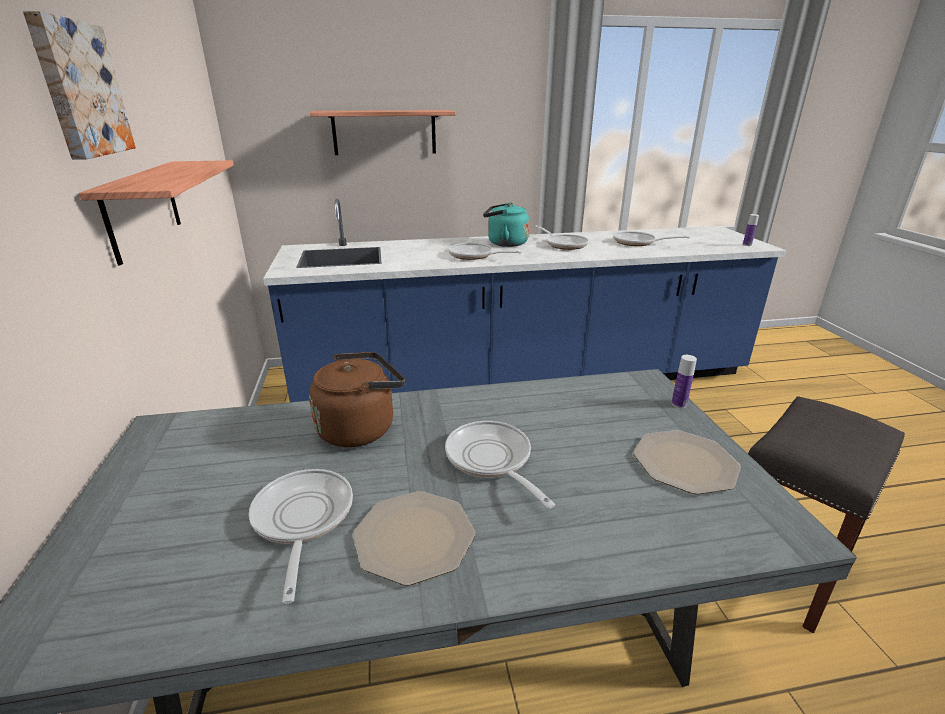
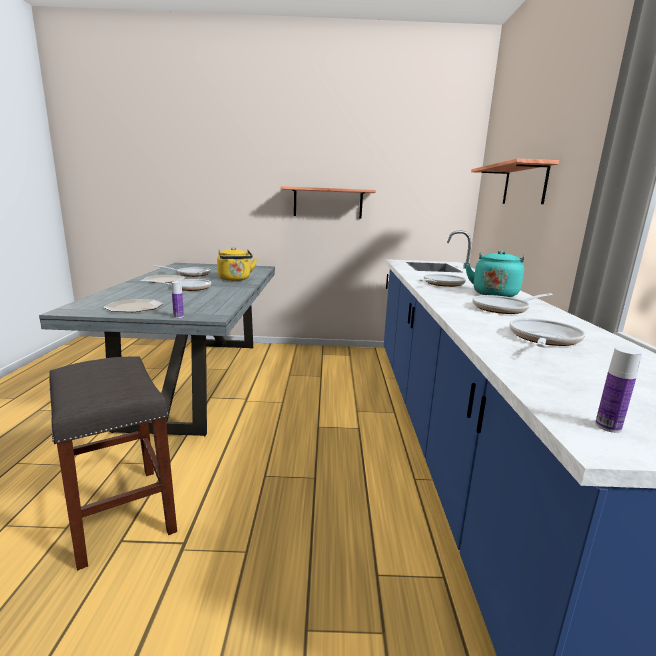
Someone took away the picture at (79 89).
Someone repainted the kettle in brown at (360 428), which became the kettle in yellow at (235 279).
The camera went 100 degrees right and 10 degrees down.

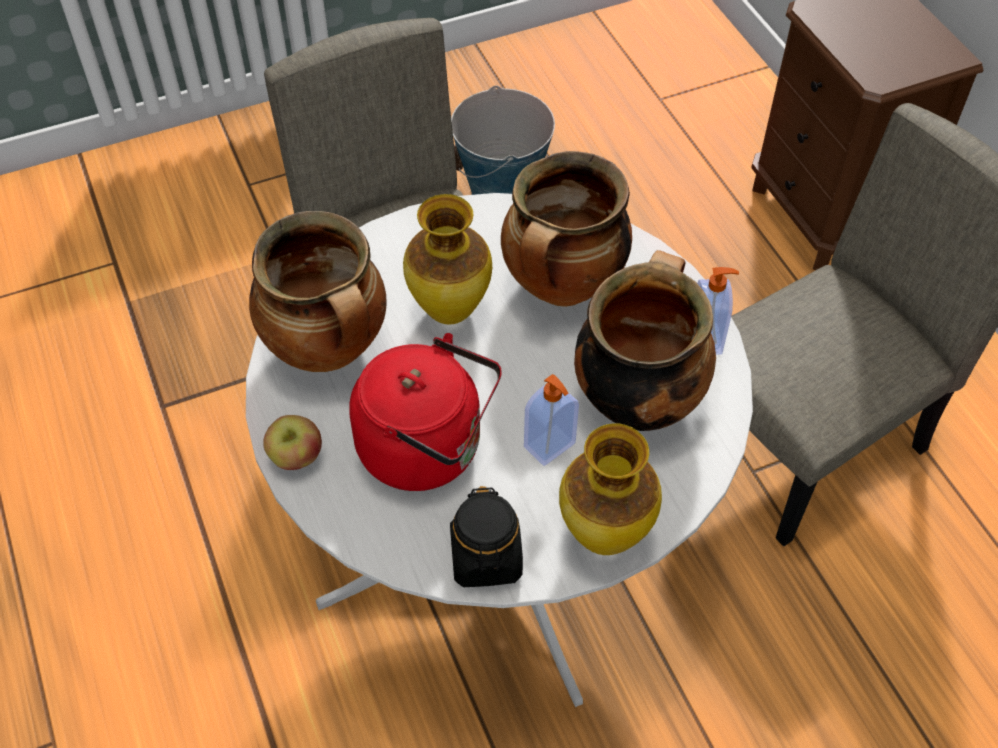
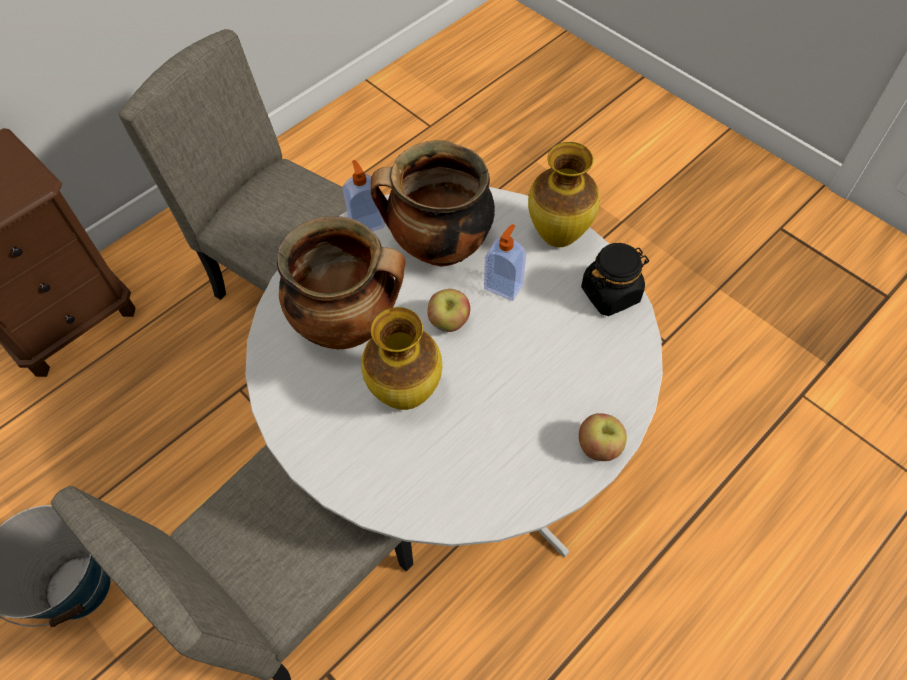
Someone took away the cooking pot at (329 349).
Someone took away the kettle in red at (428 449).
Someone put down the apple at (449 322).
The camera went 110 degrees left and 5 degrees up.

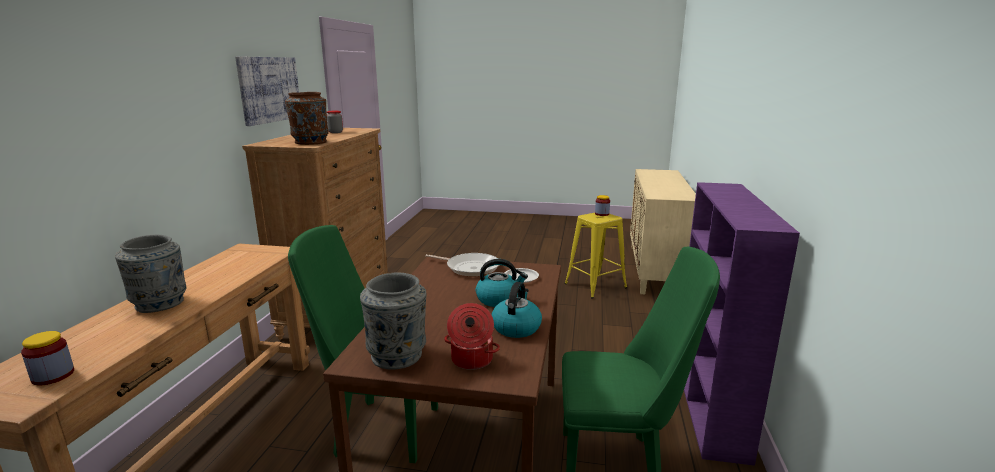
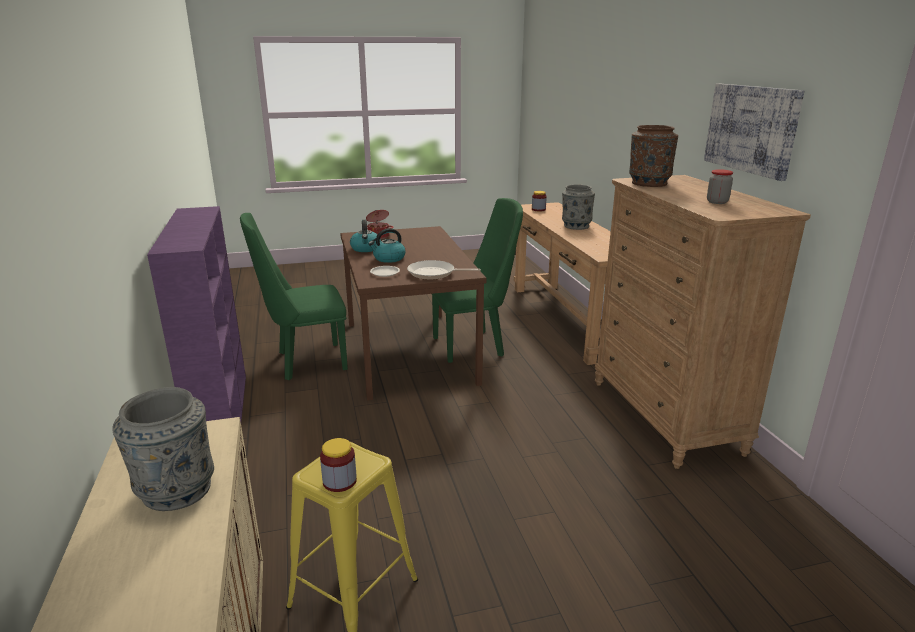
Someone carried the vase in grey from (397 355) to (176 491).
The camera went 155 degrees right and 5 degrees up.

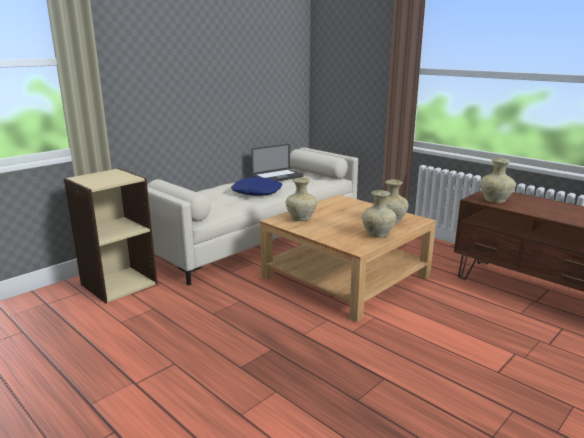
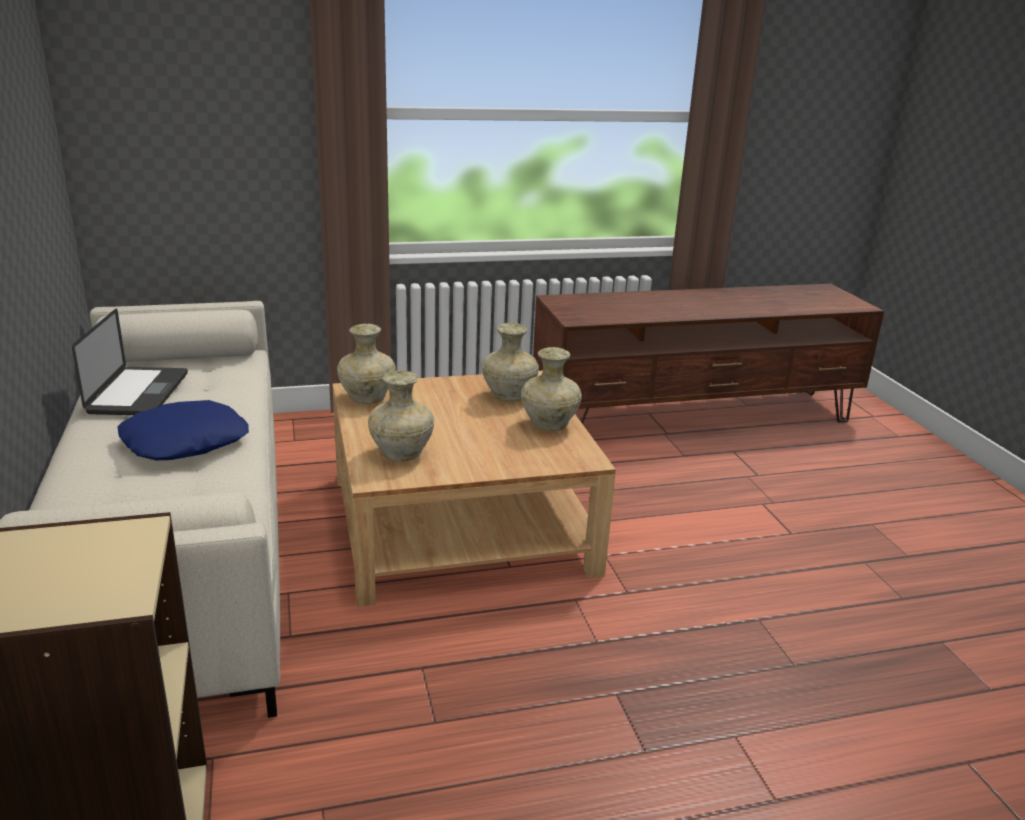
Someone carried the vase in beige from (495 201) to (367 398).
The camera went 60 degrees left and 5 degrees up.

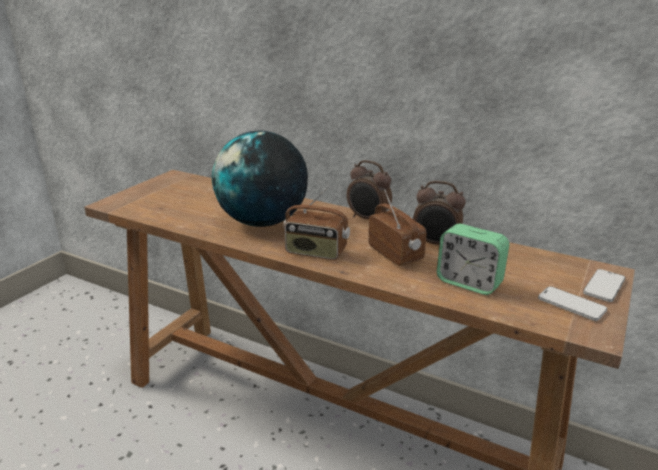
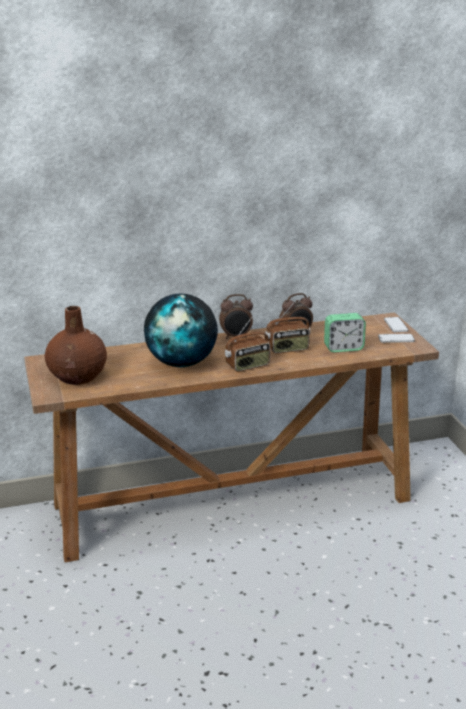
Someone rotated the radio at (396 254) by 150 degrees clockwise.
Someone put down the vase in brown at (78 376).
The camera went 45 degrees left and 0 degrees up.

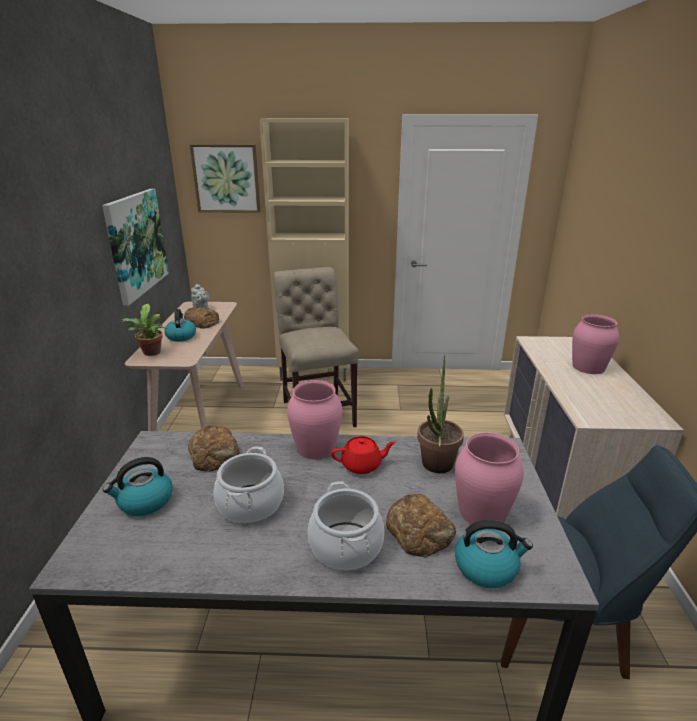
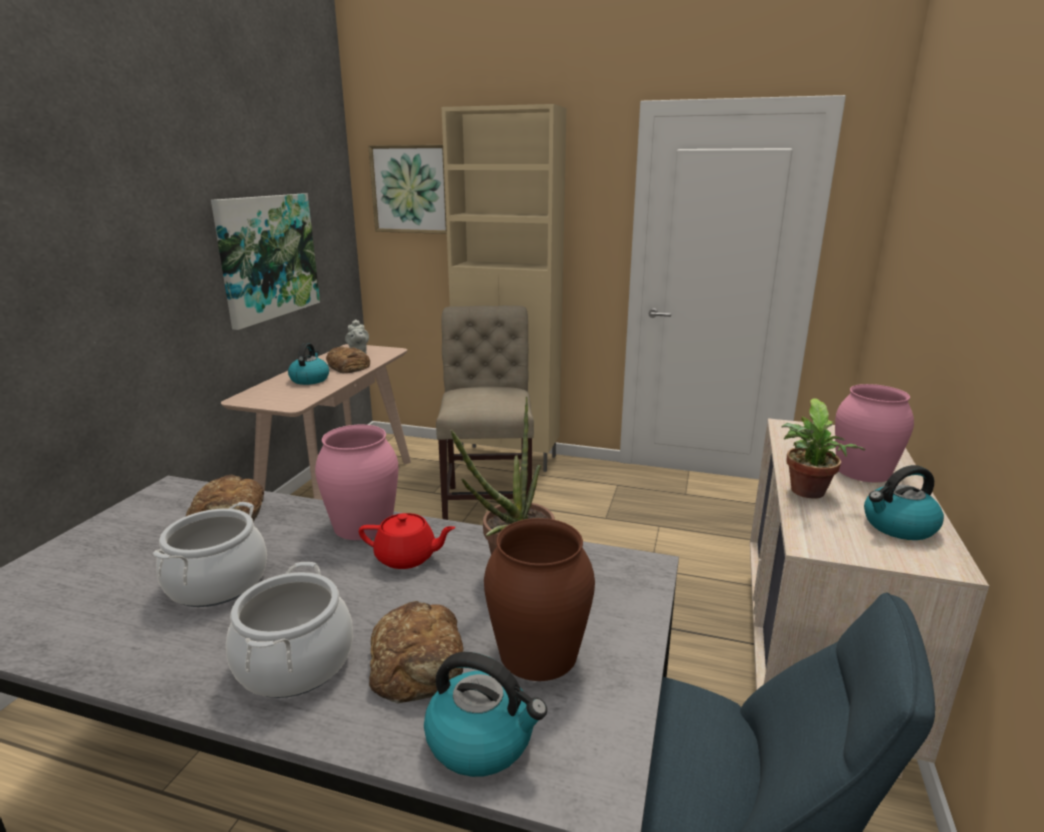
Someone carried the potted plant from (151 353) to (808 493).
Someone repainted the vase in pink at (482 510), which became the vase in brown at (538 651).
Someone carried the kettle from (145 502) to (898 526).
The camera went 15 degrees right and 5 degrees down.

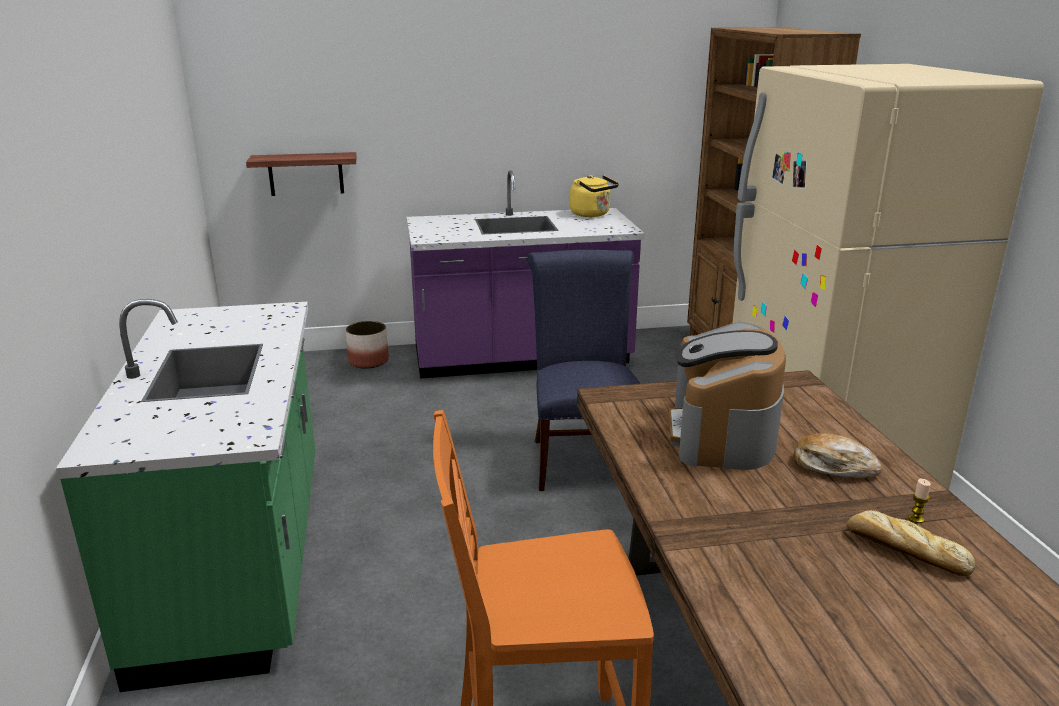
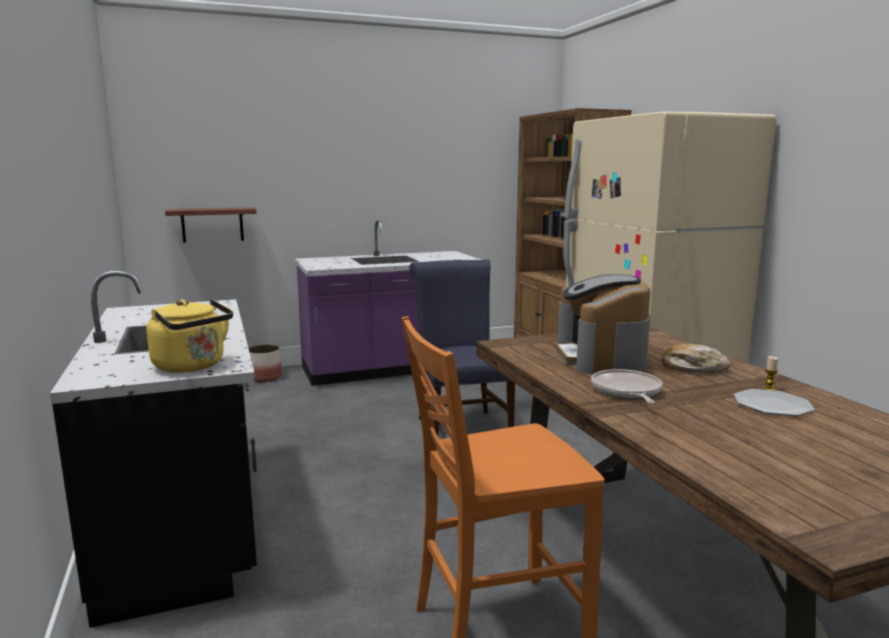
Someone carried the kettle in yellow from (592 214) to (192 366).
Someone repainted the counter in green at (241 560), which became the counter in black at (186 518).
Someone swapped the bread at (904 550) for the plate at (772 405).
Someone put down the frying pan at (626 391).
The camera went 10 degrees left and 10 degrees down.

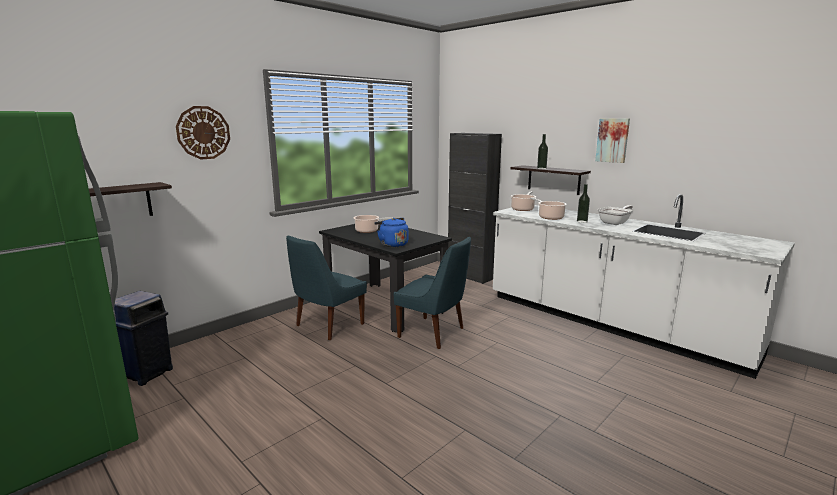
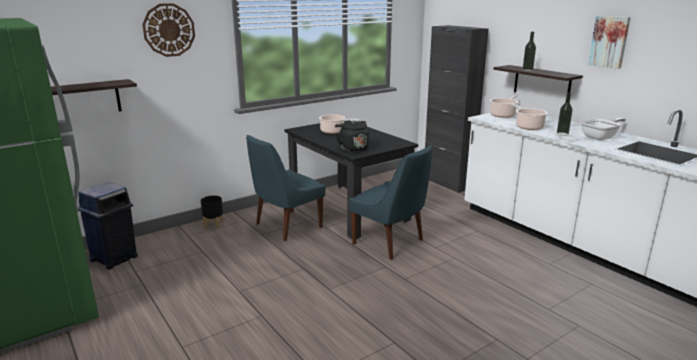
Someone repainted the kettle in blue at (392 244), which became the kettle in black at (352 148).
Someone put down the planter in black at (214 224).
The camera went 10 degrees right and 5 degrees up.

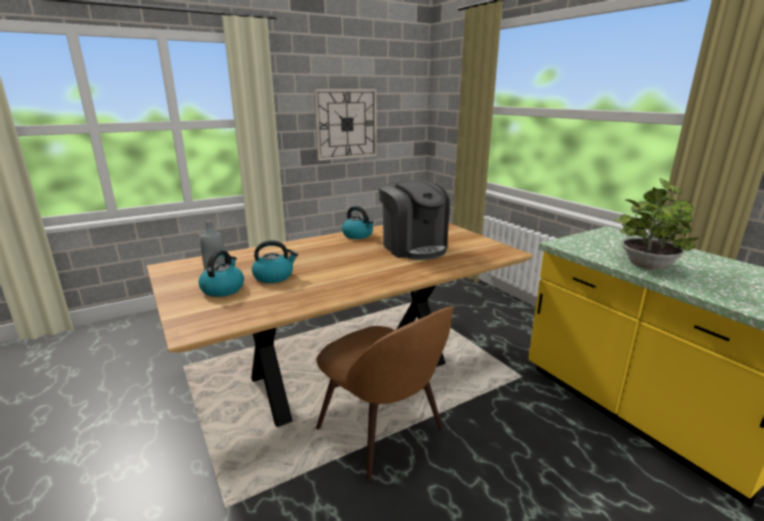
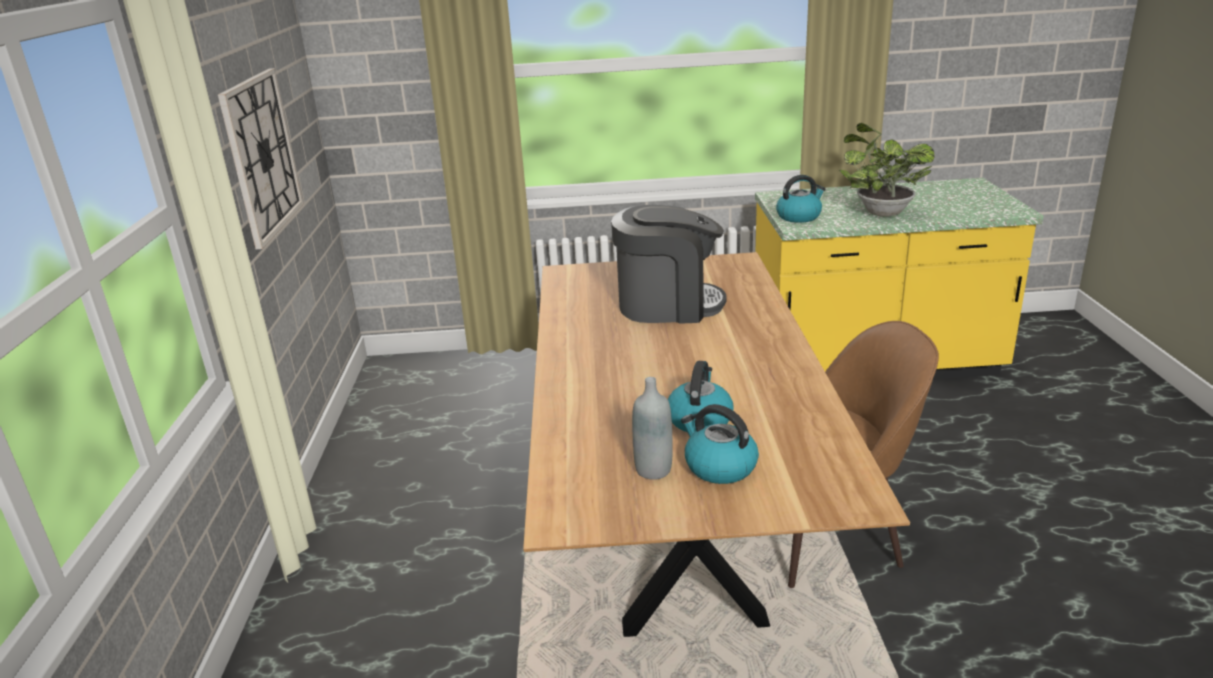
Someone carried the kettle from (358 235) to (799 216).
The camera went 60 degrees left and 5 degrees up.

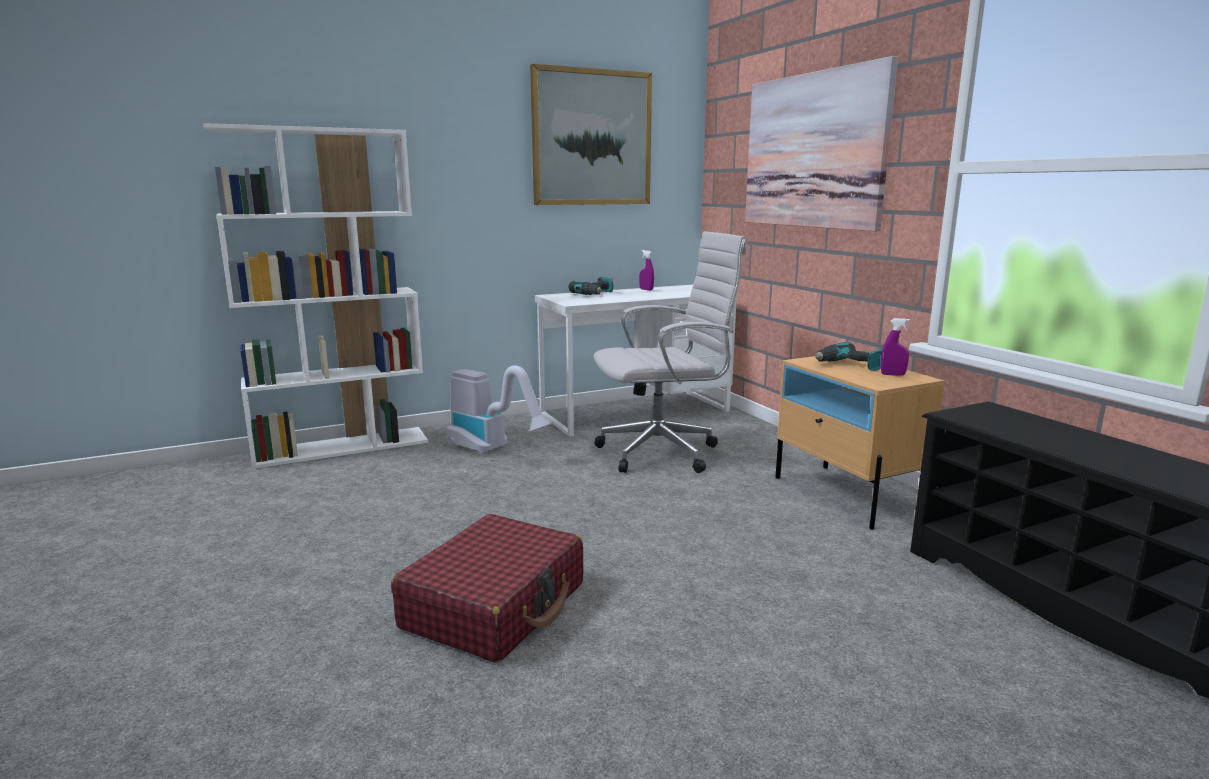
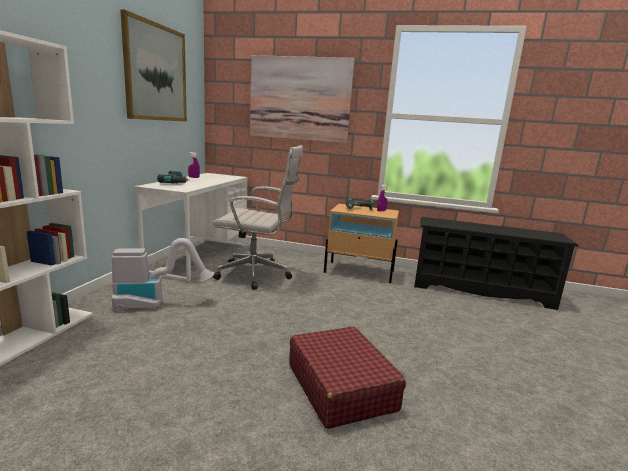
Someone rotated the office chair in white at (664 452) by 75 degrees clockwise.
The camera went 50 degrees left and 0 degrees up.

